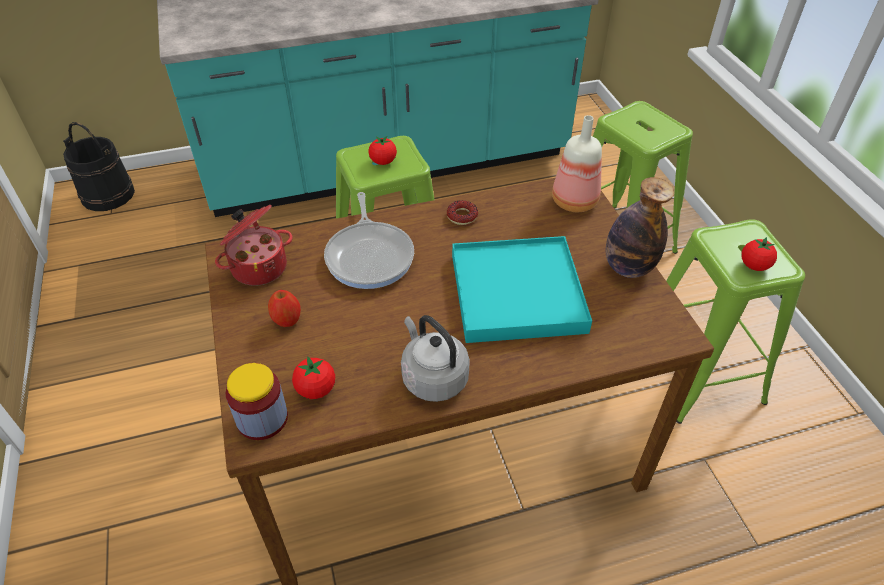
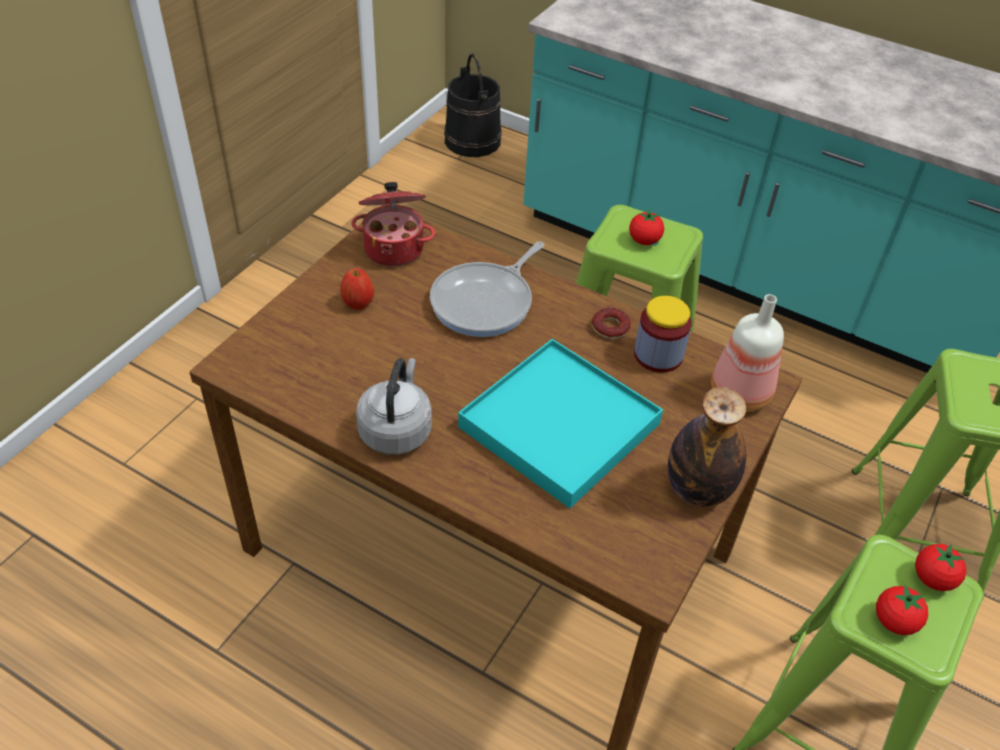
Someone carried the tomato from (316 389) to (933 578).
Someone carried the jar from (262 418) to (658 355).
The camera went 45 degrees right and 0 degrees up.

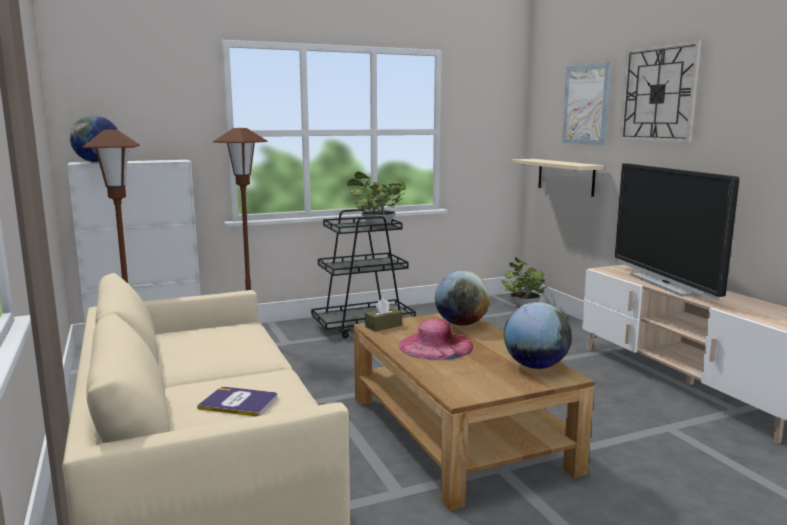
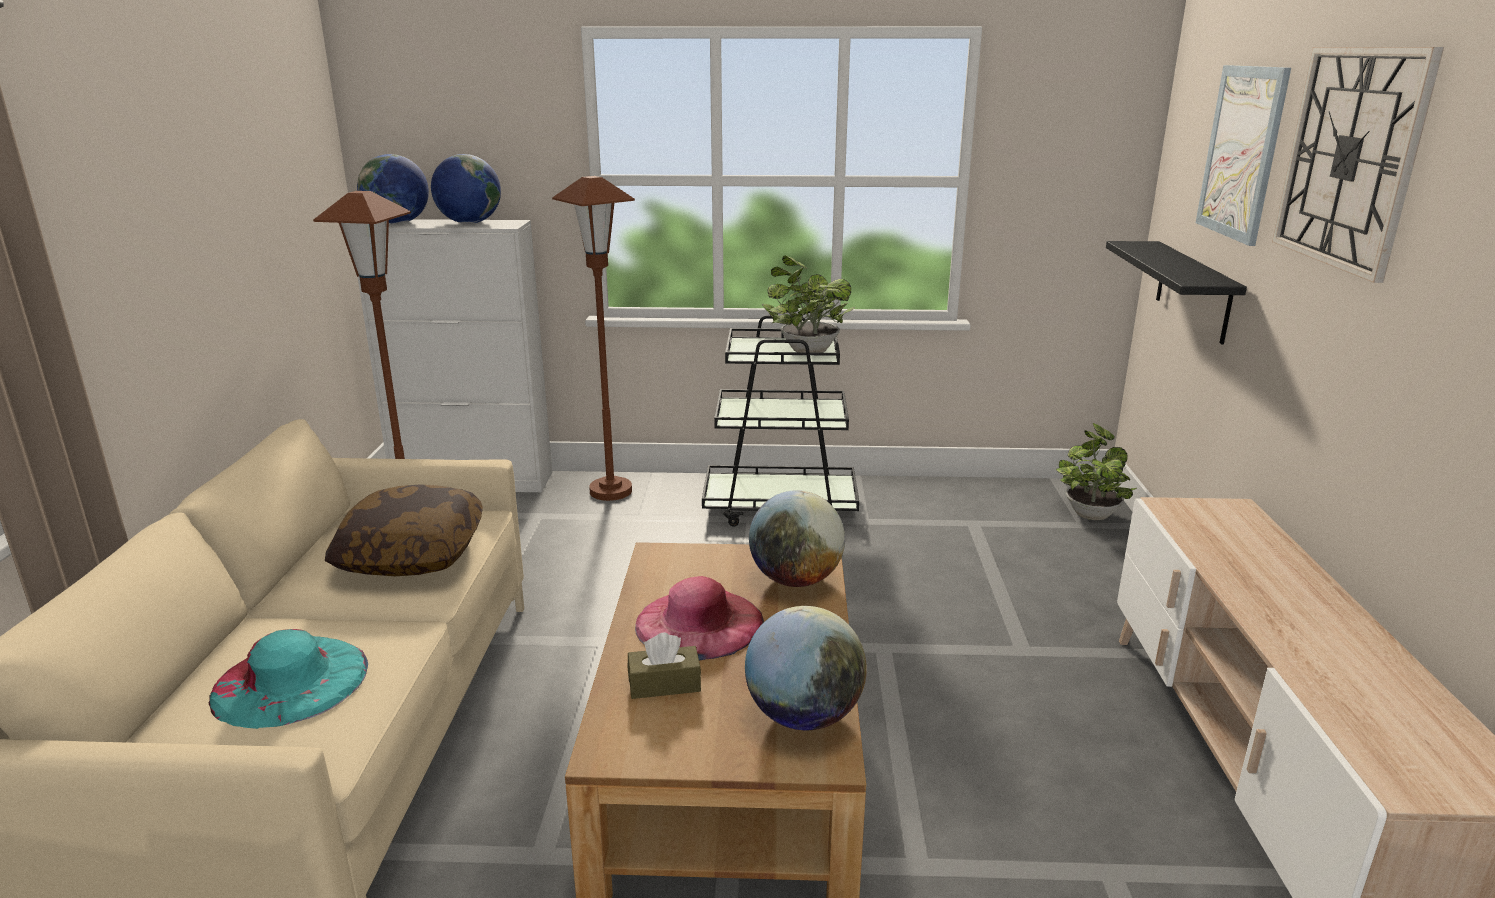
Someone repainted the shelf in beige at (565 176), which became the shelf in black at (1193 291).
Someone took away the television at (666 284).
Someone carried the tissue box in brown from (383 326) to (664 684).
Someone swapped the book at (239 403) for the hat in turquoise at (290 680).
Someone put down the globe at (469 223).
Someone put down the pillow at (411 554).
The camera went 25 degrees right and 10 degrees up.

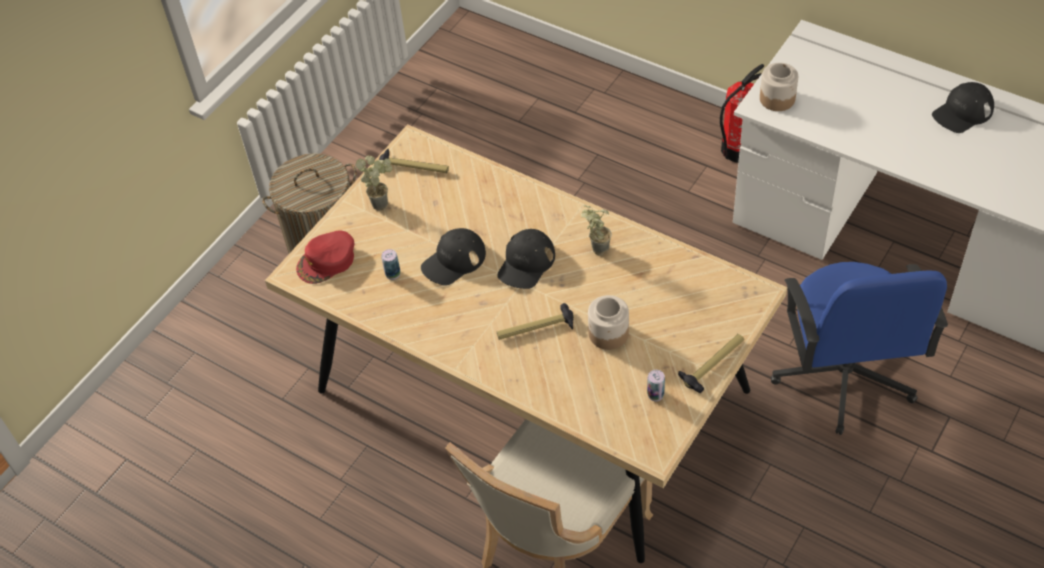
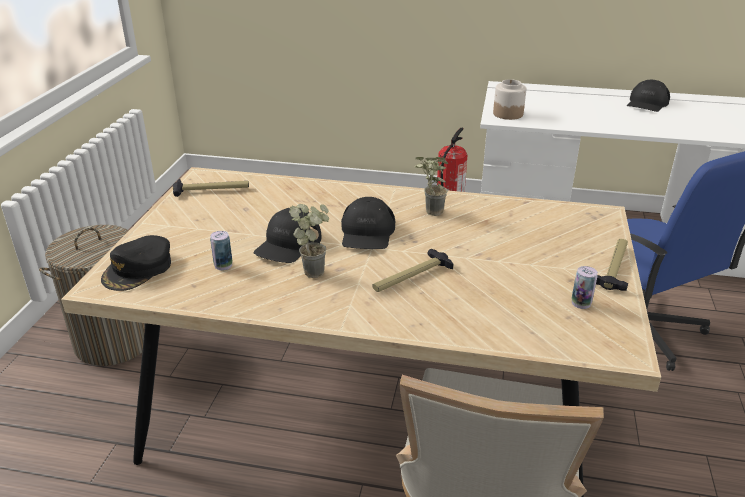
Someone carried the potted plant from (382 201) to (314 269).
Someone repainted the cap in red at (327 261), which became the cap in black at (138 269).
Someone took away the jar at (608 334).
The camera went 25 degrees left and 20 degrees down.

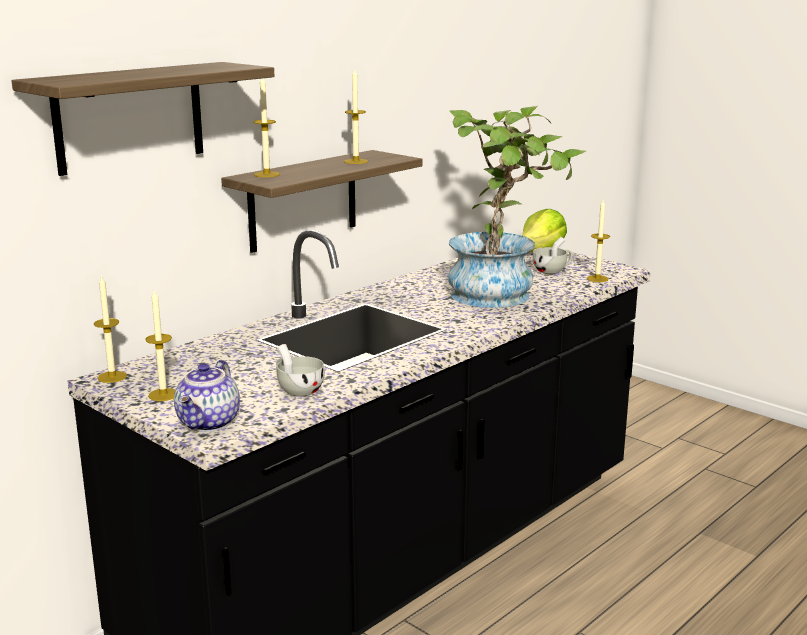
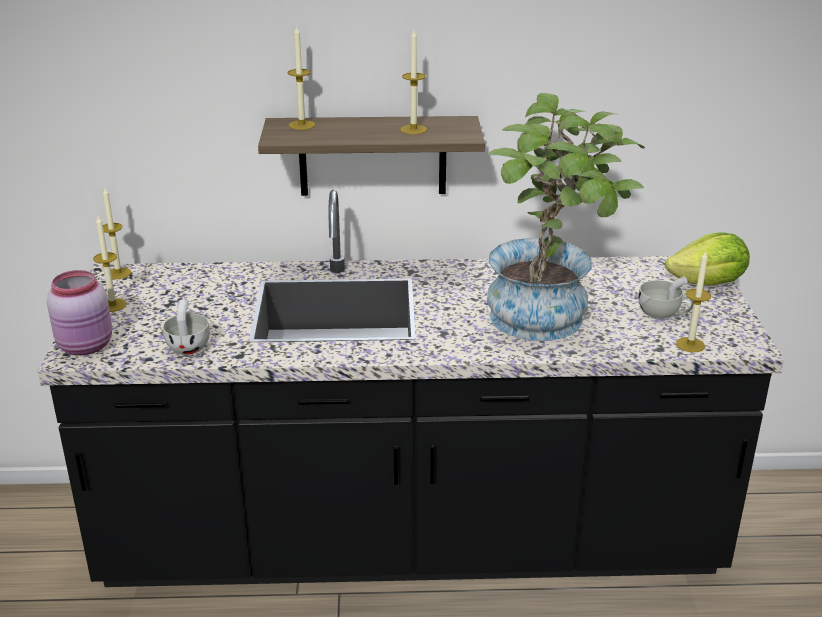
Someone took away the shelf at (129 117).
Someone swapped the teapot at (210 423) for the jar in pink at (87 346).
The camera went 45 degrees right and 10 degrees up.

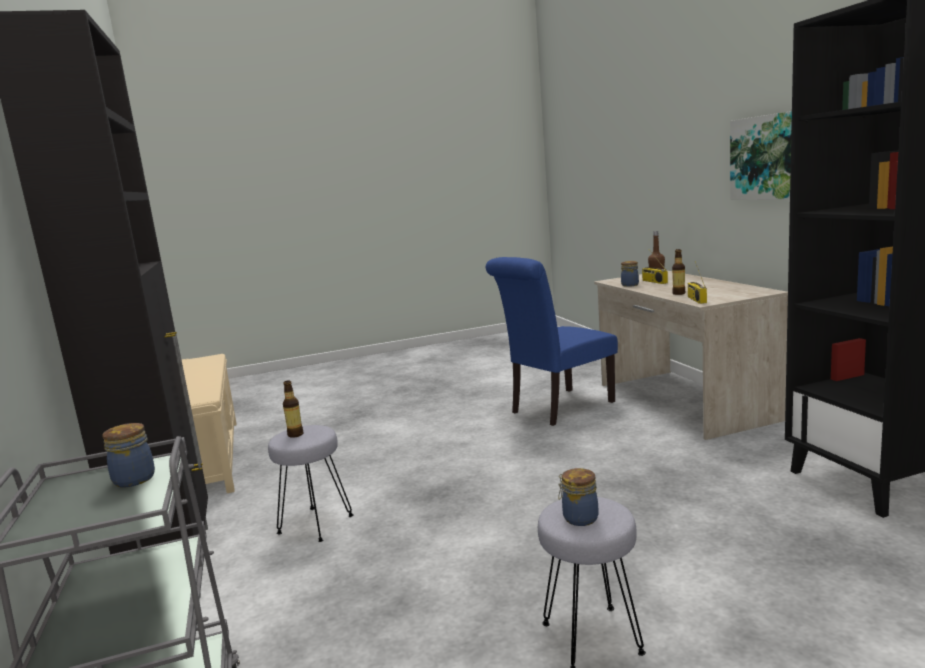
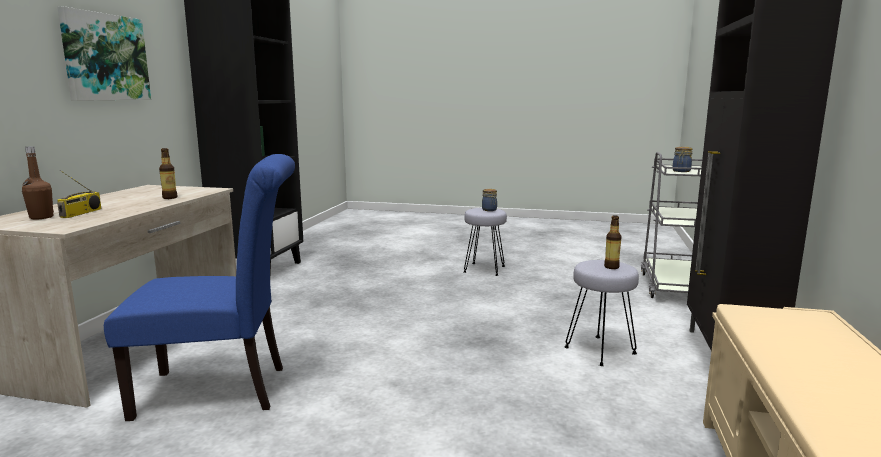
Someone took away the jar at (630 285).
Someone took away the radio at (696 299).
The camera went 150 degrees left and 0 degrees up.

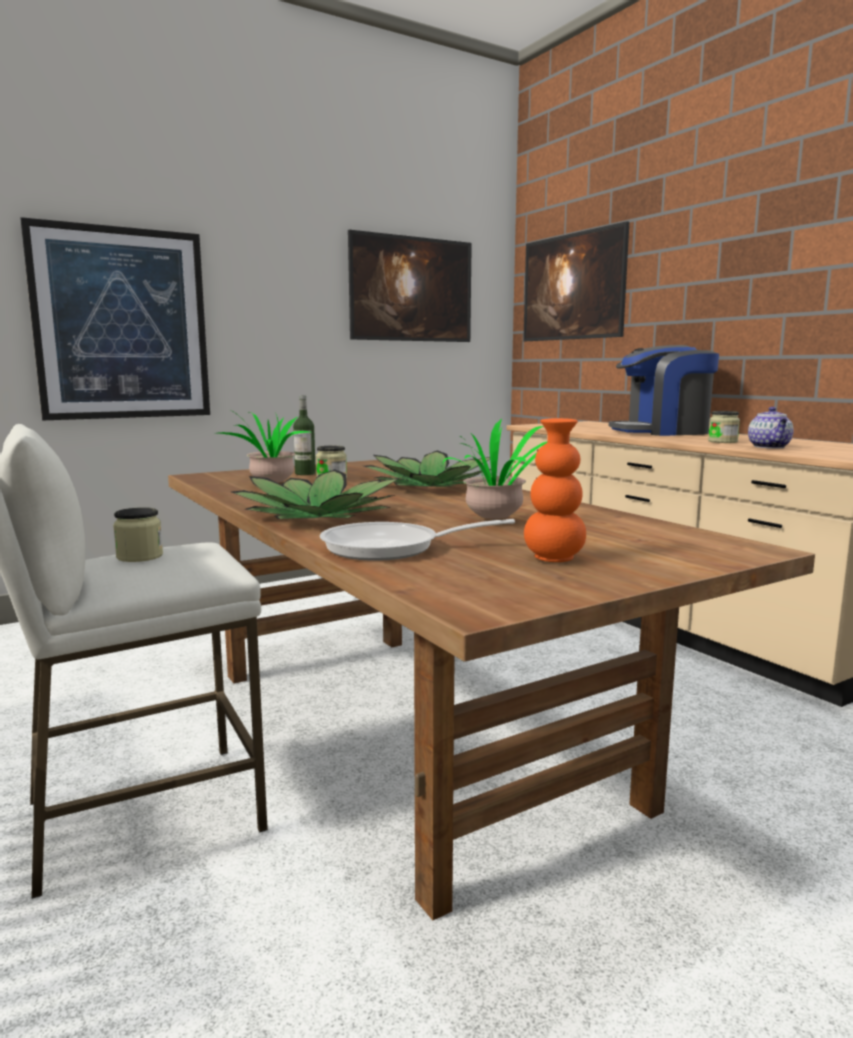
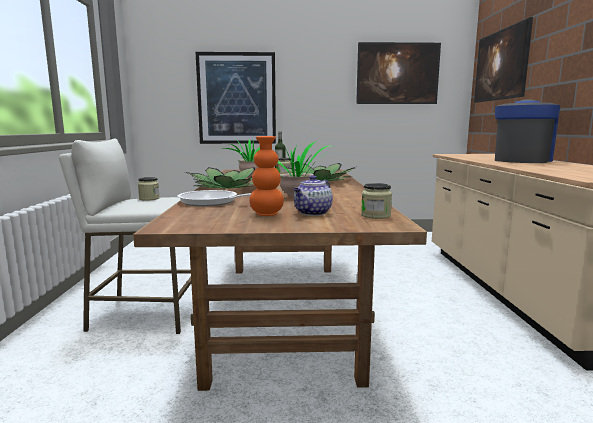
Someone rotated the coffee machine at (662 432) by 105 degrees clockwise.
Someone carried the teapot from (769 447) to (312 213).
Someone carried the jar from (722 441) to (376 216).
The camera went 30 degrees right and 0 degrees up.

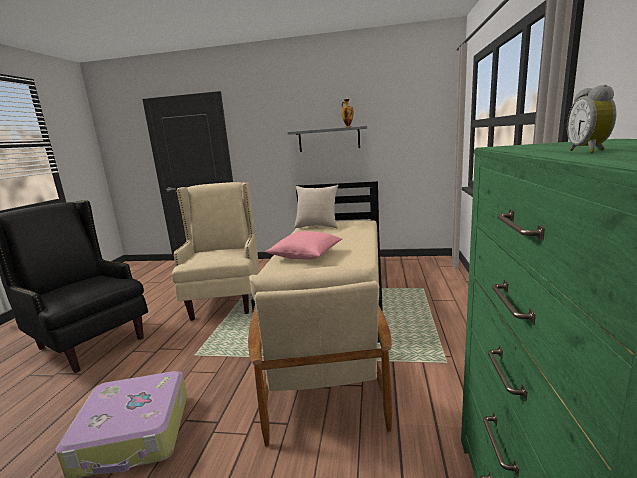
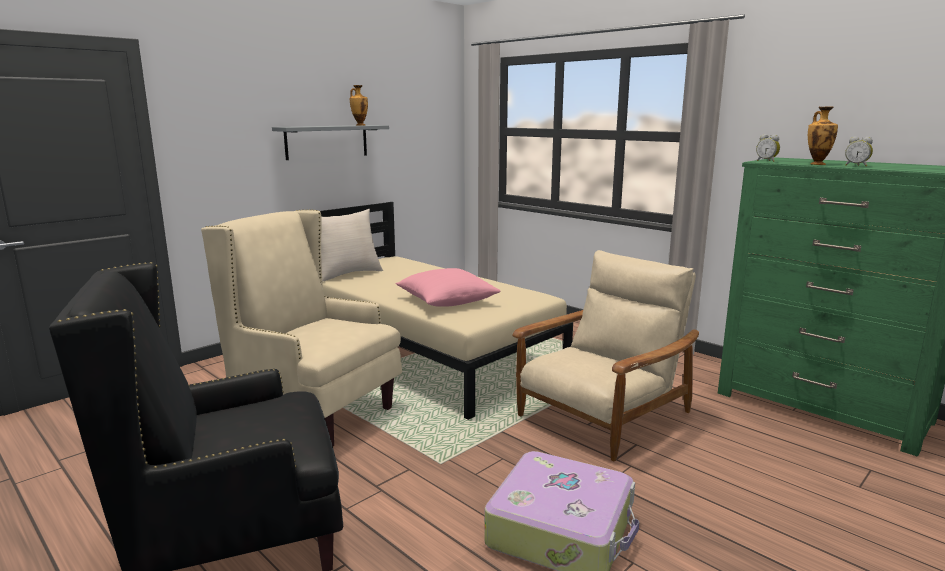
Someone rotated the armchair in beige at (322 387) by 75 degrees counterclockwise.
Someone put down the vase at (817 164).
Someone put down the alarm clock at (767 161).
The camera went 55 degrees left and 0 degrees up.

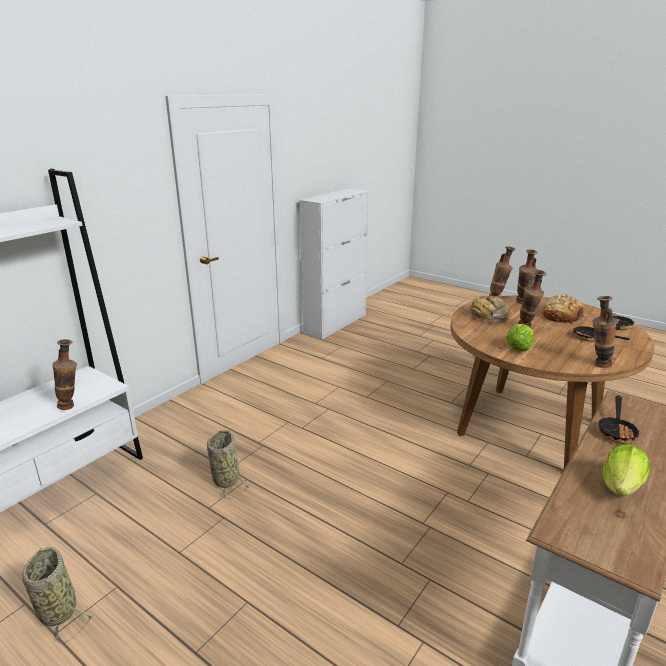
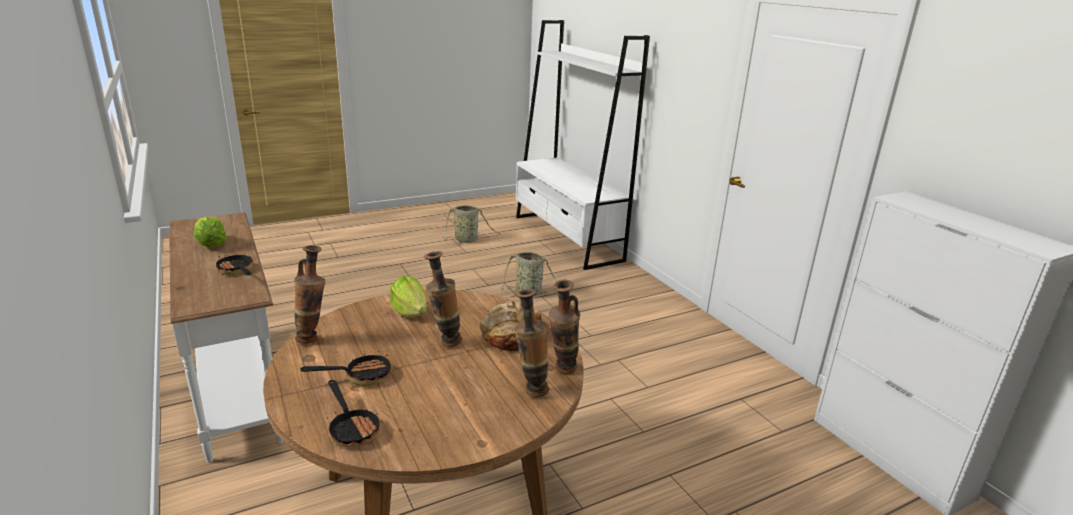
Someone took away the bread at (561 316).
Someone took away the vase at (71 406).
The camera went 115 degrees right and 0 degrees up.

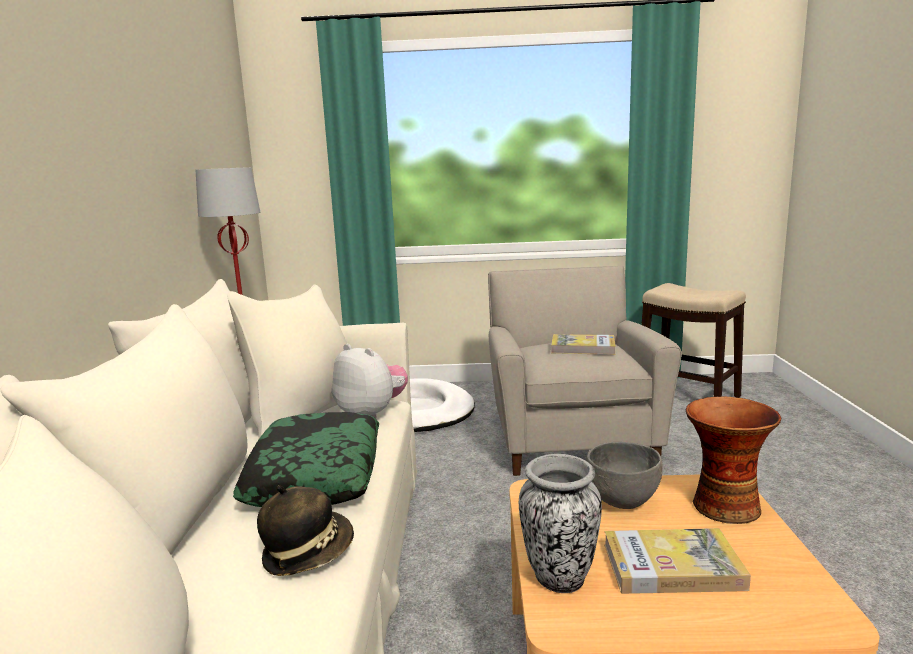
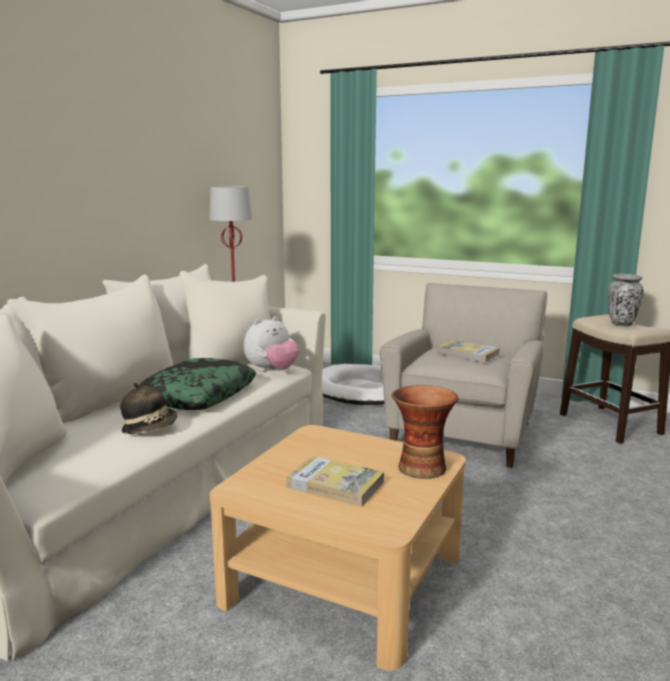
Someone rotated the plush toy at (371 413) by 75 degrees clockwise.
Someone took away the bowl in grey at (622 500).
Someone carried the vase from (560 578) to (621 324).
The camera went 25 degrees right and 0 degrees up.

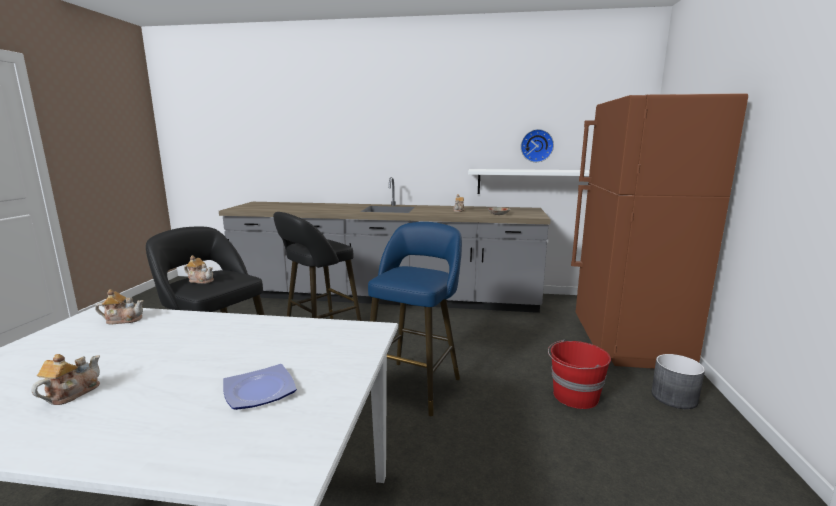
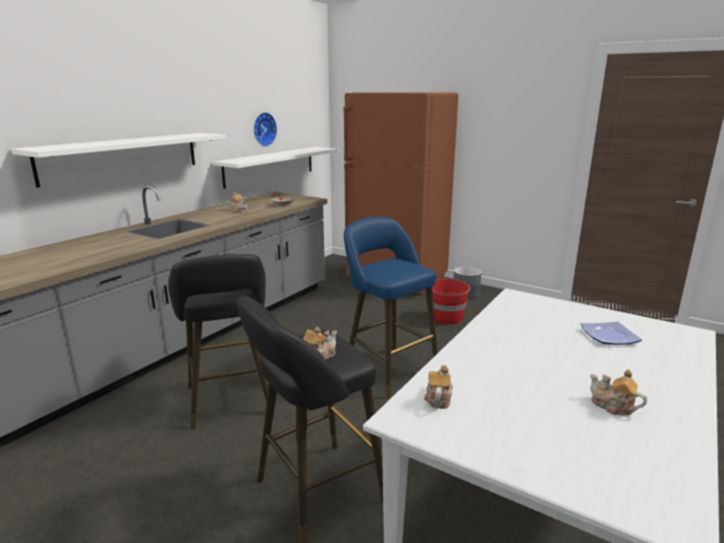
Someone put up the shelf in white at (123 157).
The camera went 65 degrees left and 5 degrees up.

